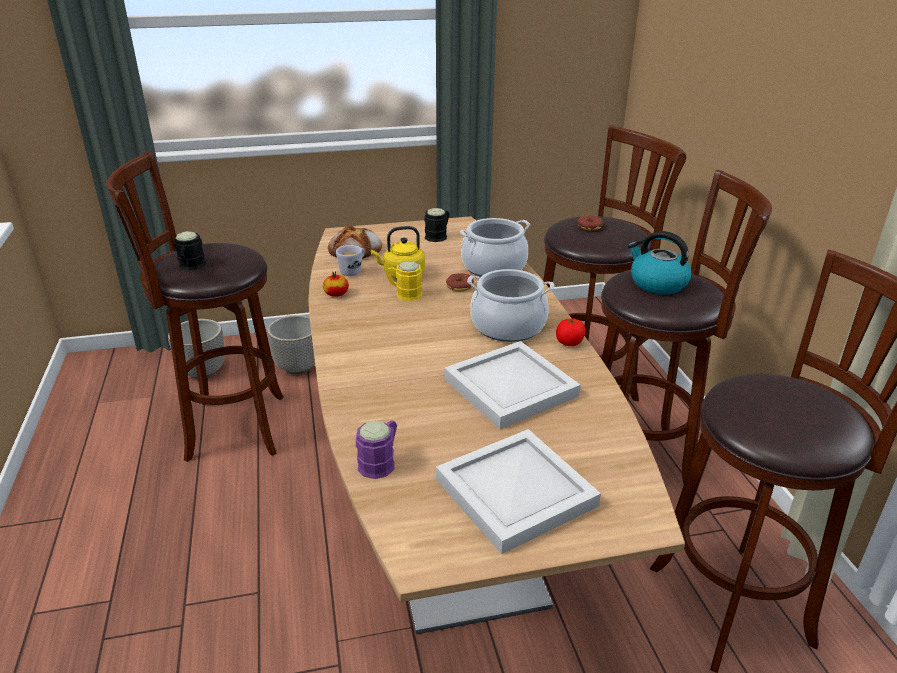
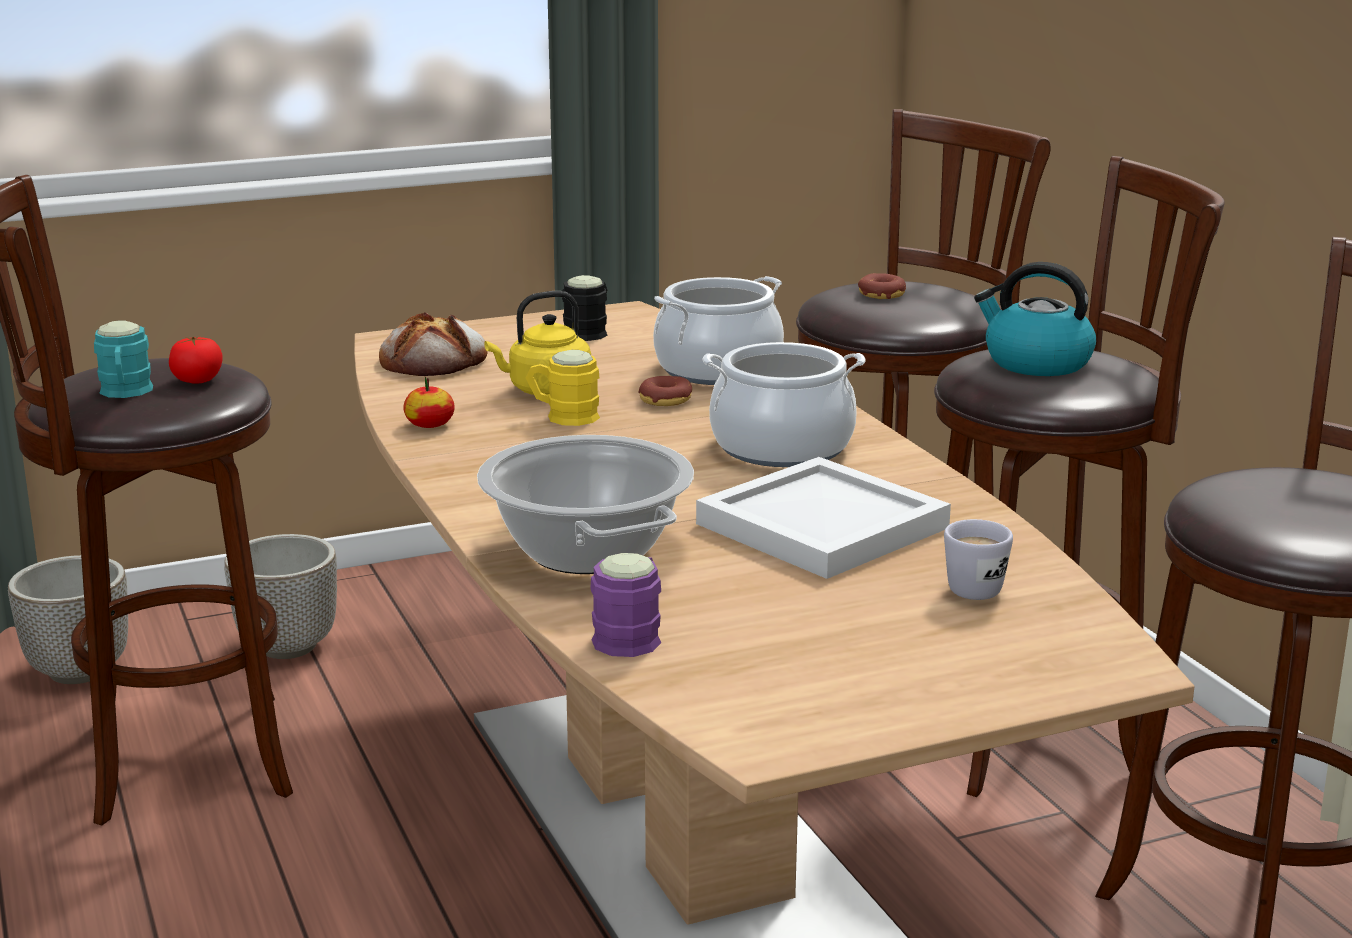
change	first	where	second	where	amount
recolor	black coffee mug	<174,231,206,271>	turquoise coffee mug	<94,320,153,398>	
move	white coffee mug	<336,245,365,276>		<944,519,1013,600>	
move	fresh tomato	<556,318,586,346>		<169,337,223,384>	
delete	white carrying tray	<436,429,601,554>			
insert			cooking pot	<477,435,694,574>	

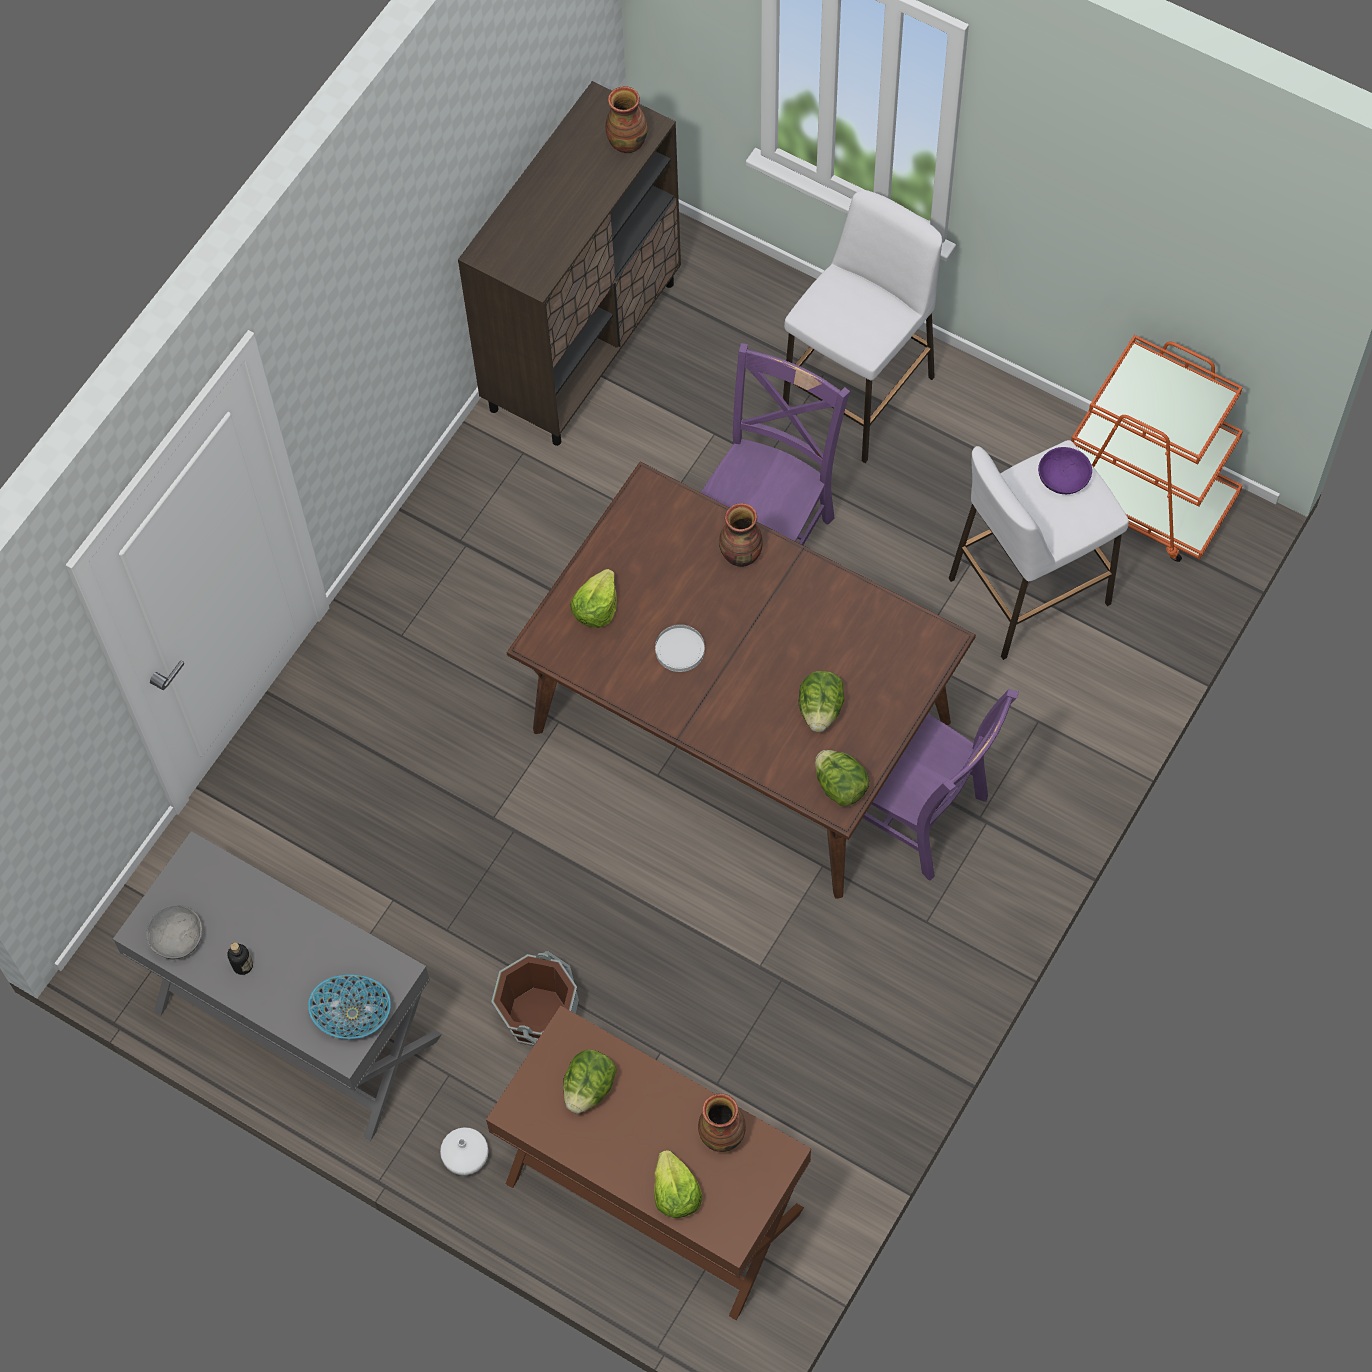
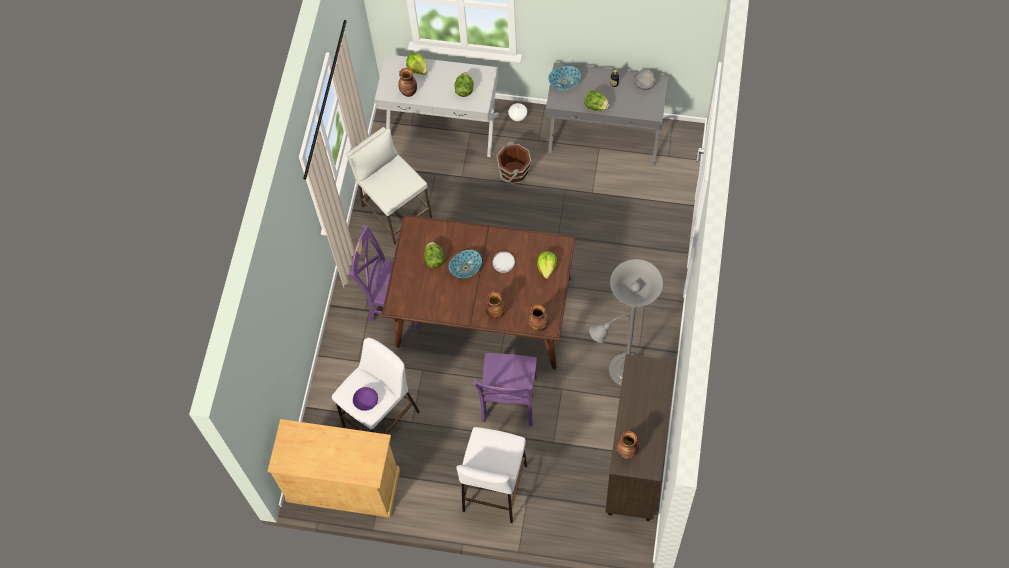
change	first	where	second	where	amount
replace	orange wheeled cart	<1071,335,1243,562>	sand-coloured cabinet	<268,419,400,518>	
move	lettuce head	<815,750,869,806>		<584,90,610,111>	
recolor	brownish hall table	<486,1005,811,1320>	white hall table	<374,54,499,157>	
insert			white stool	<346,127,432,245>	
insert			bowl	<449,250,482,278>	
insert			greyish floor lamp	<589,259,663,386>	
insert			decorative vase	<529,304,549,332>	

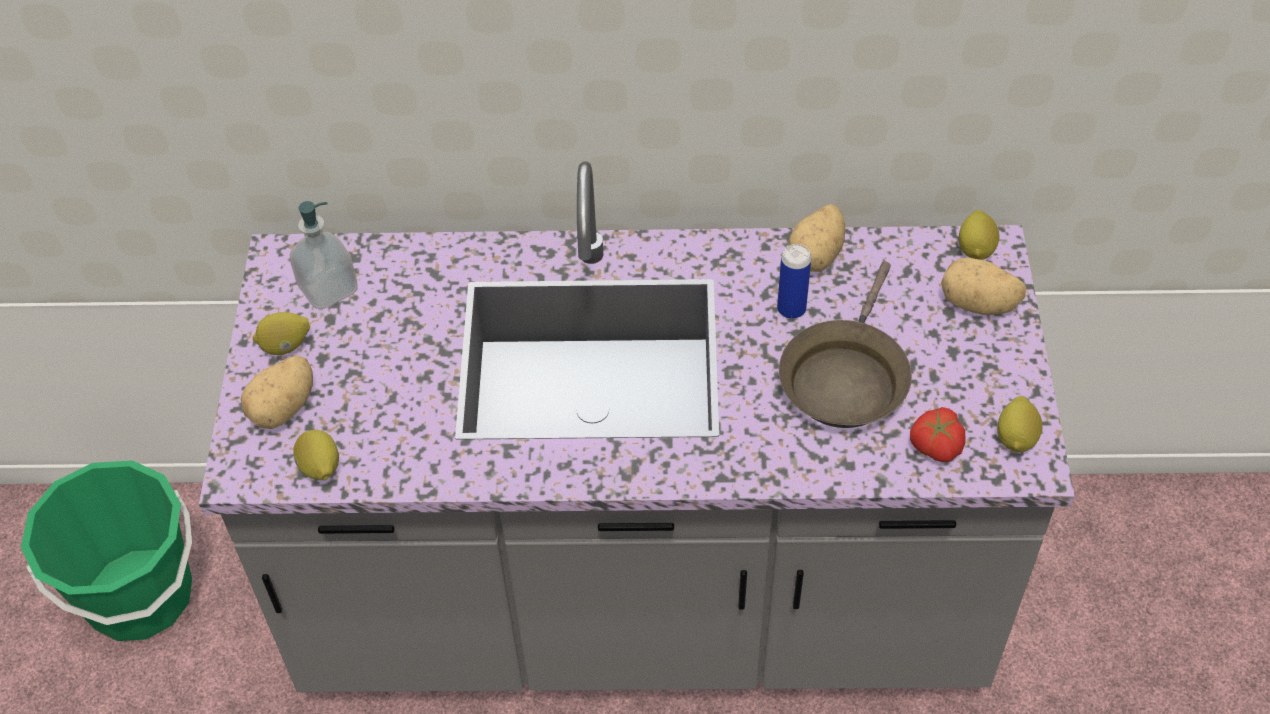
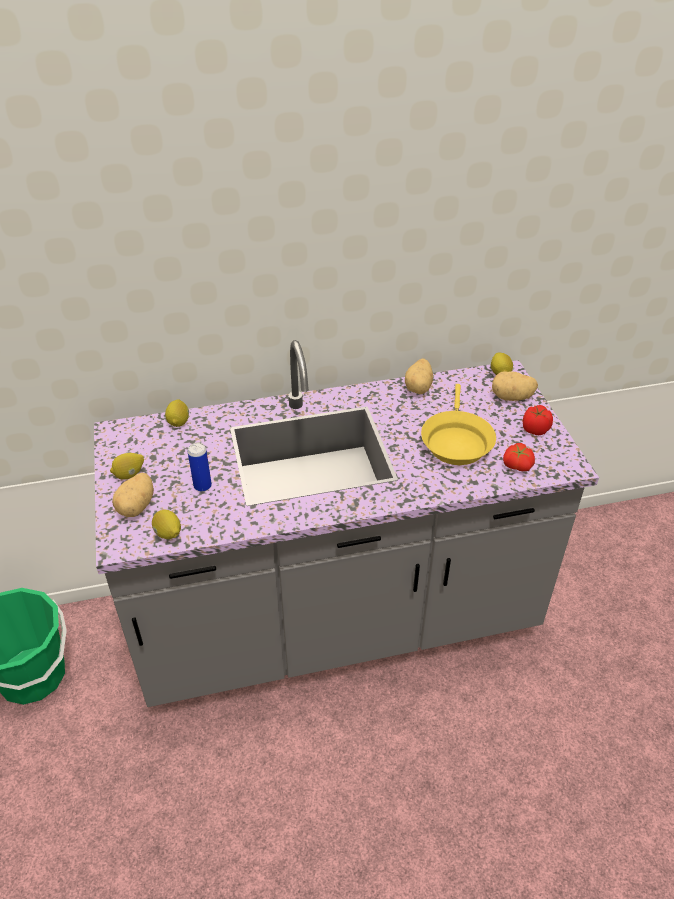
change	first	where	second	where	amount
delete	soap dispenser	<290,201,358,309>			
move	metal can	<777,244,811,319>		<188,442,212,492>	
recolor	brownish pan	<779,261,912,428>	yellow-coloured pan	<421,384,496,465>	
move	citrus fruit	<997,396,1042,452>		<165,399,189,427>	
insert			fresh tomato	<523,405,553,435>	

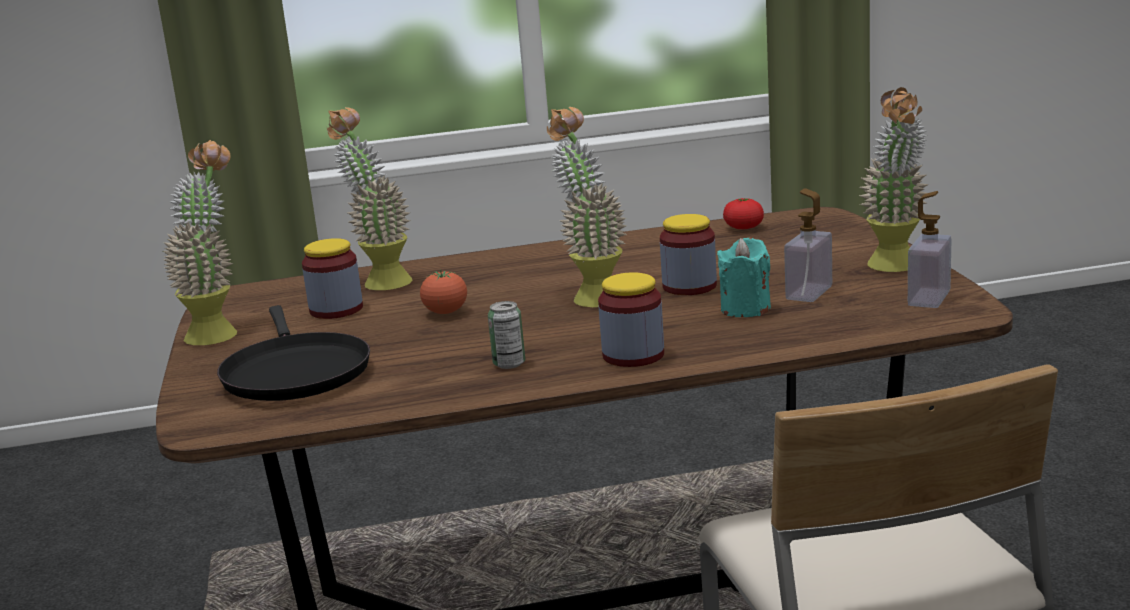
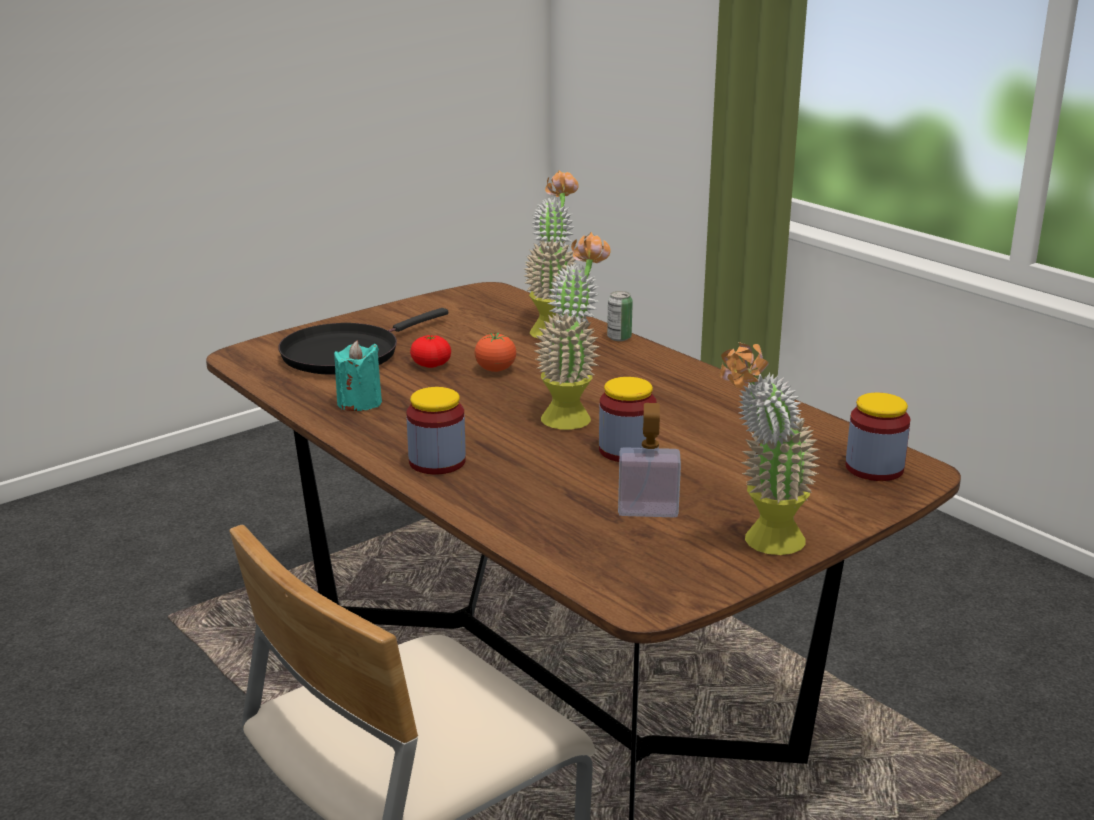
change	first	where	second	where	amount
delete	plant in a pot	<162,140,237,345>			
delete	soap dispenser	<908,191,951,308>			
move	fresh tomato	<723,197,764,229>		<410,335,451,368>	
move	turquoise candle	<717,237,771,317>		<334,341,382,411>	
move	jar	<302,238,363,319>		<846,393,911,481>	
move	metal can	<488,301,525,369>		<607,291,633,341>	

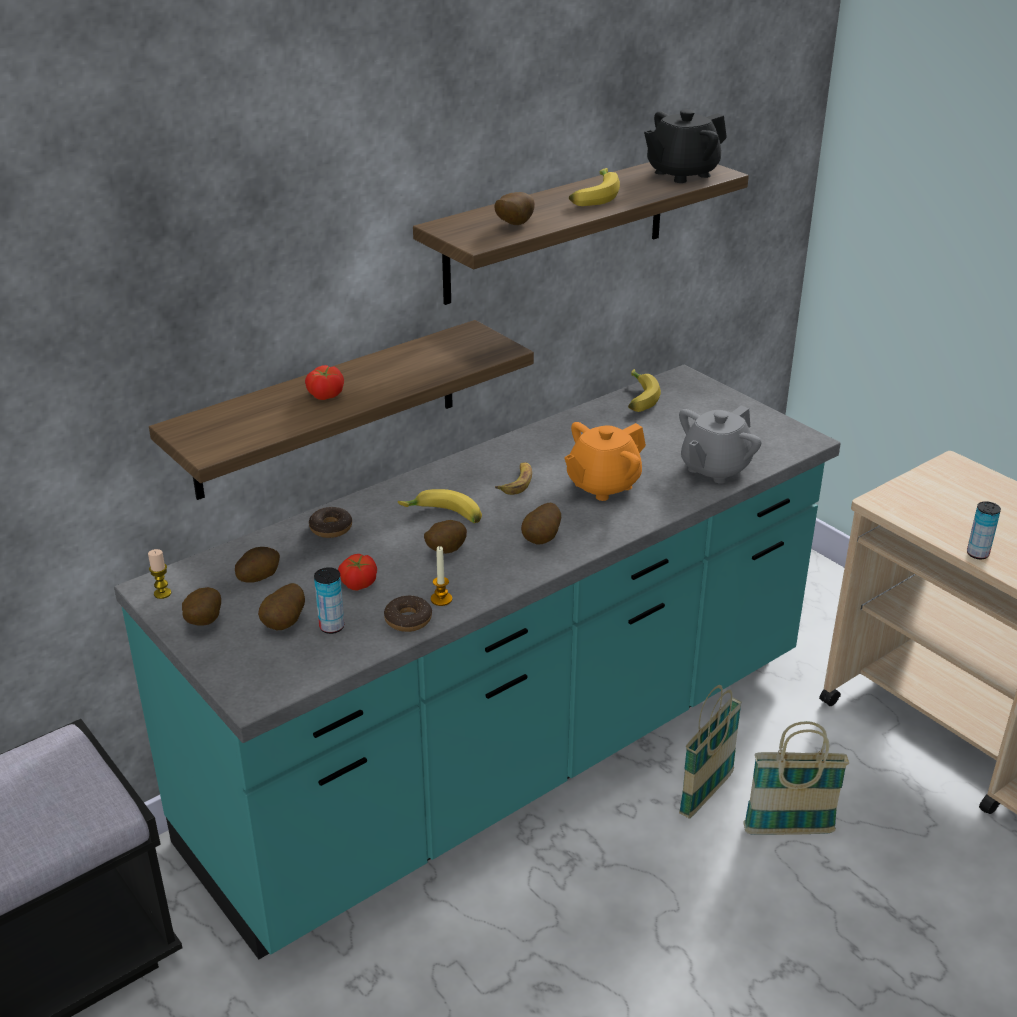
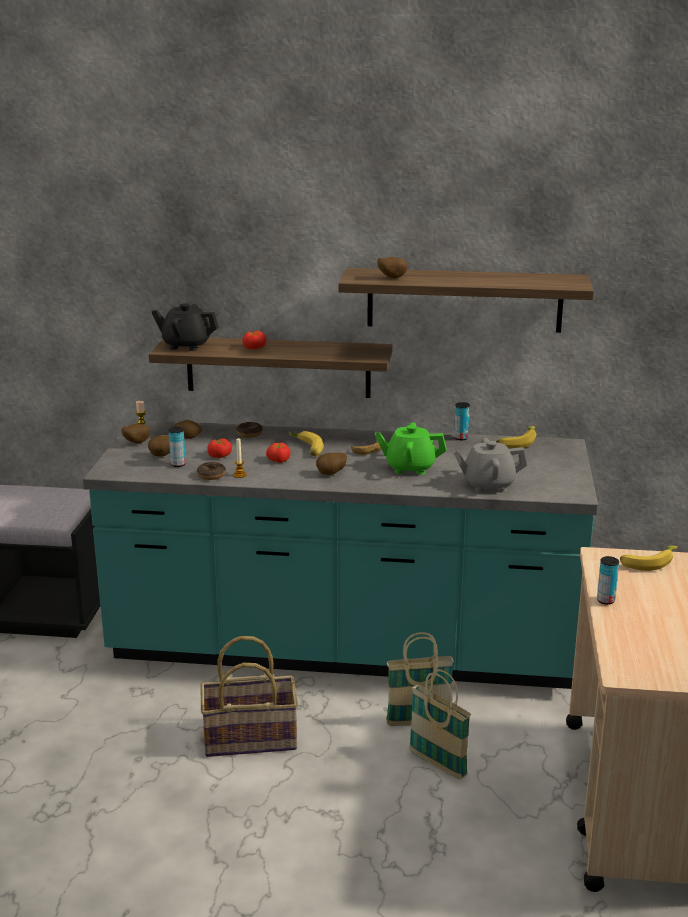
change	first	where	second	where	amount
move	black teapot	<644,109,727,183>		<151,303,219,351>	
move	banana	<569,168,620,206>		<620,546,677,571>	
recolor	orange teapot	<564,422,646,501>	green-coloured teapot	<375,422,447,475>	
replace	potato	<424,520,467,554>	fresh tomato	<266,442,291,463>	
insert			metal can	<454,402,470,440>	
insert			storage basket	<200,636,298,757>	

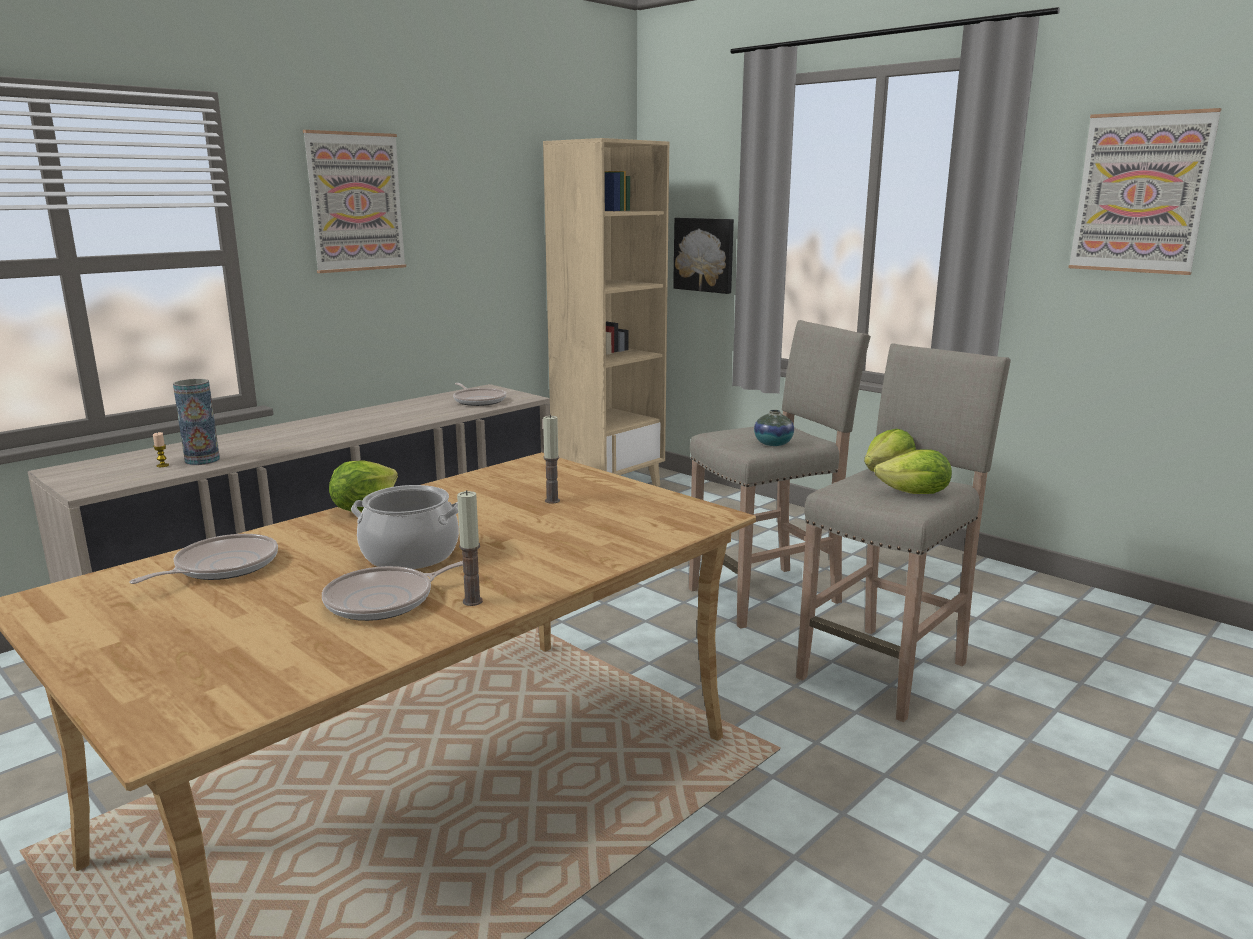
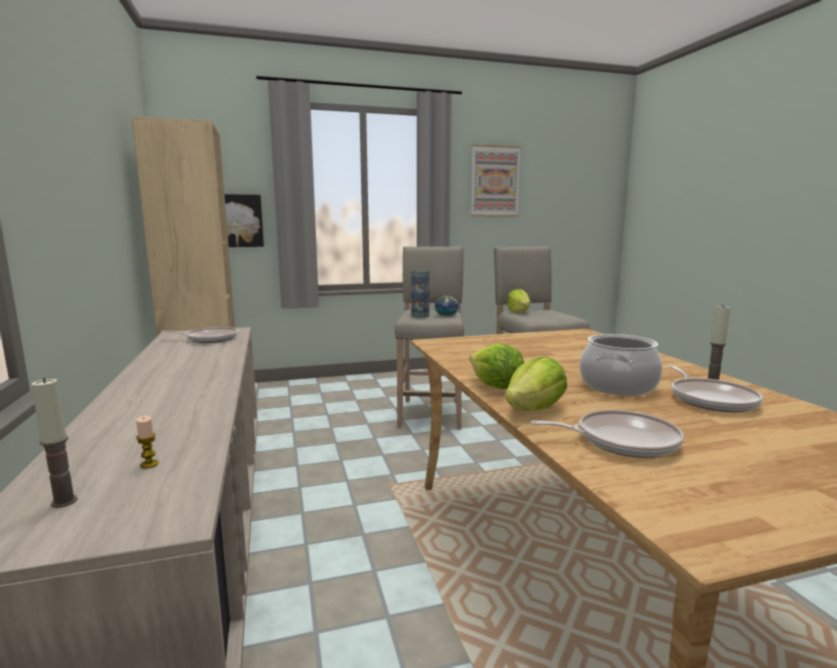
change	first	where	second	where	amount
delete	wall picture	<303,130,406,273>			
move	decorative vase	<173,379,220,465>		<411,270,430,318>	
move	candle	<543,415,560,504>		<31,378,78,508>	
move	lettuce head	<874,449,952,494>		<505,357,567,411>	
rotate	pan	<129,534,278,584>		<531,410,684,458>	120 degrees clockwise

